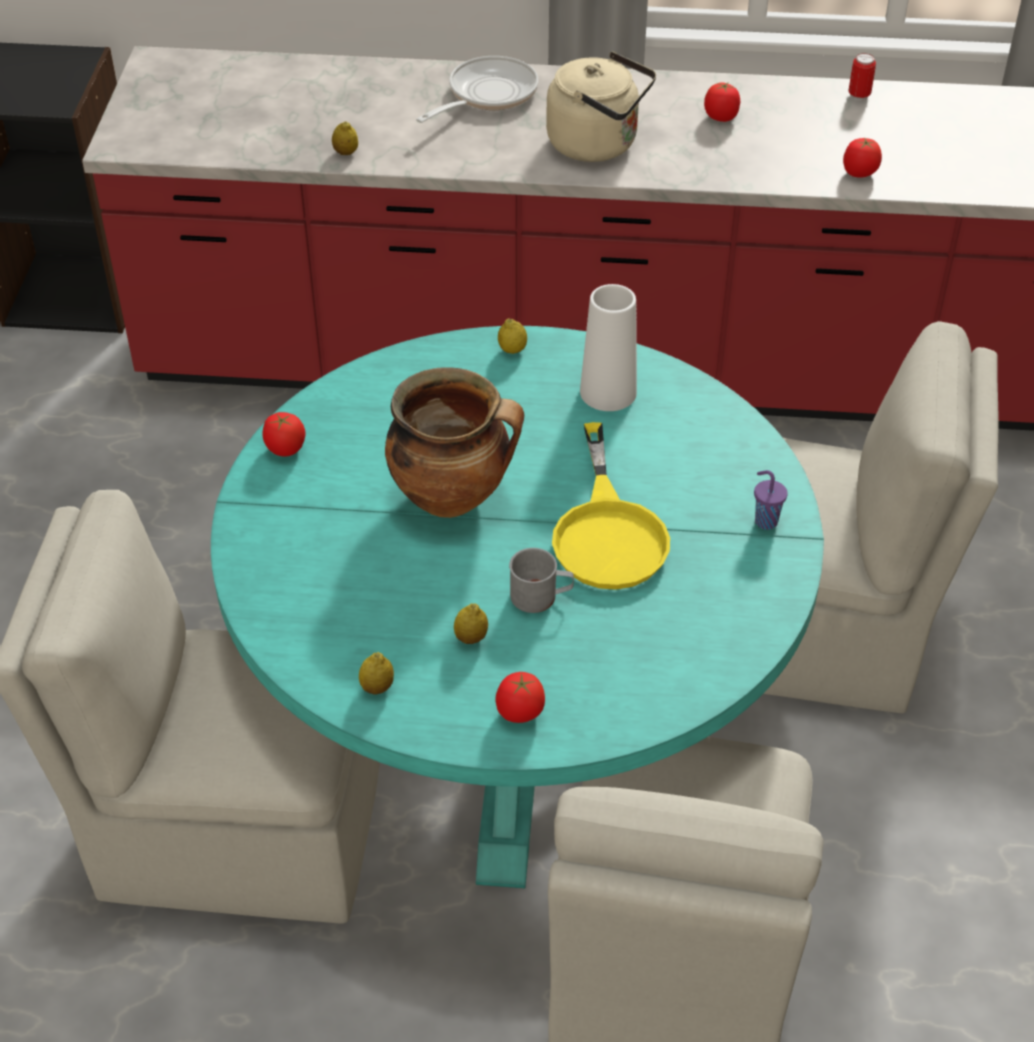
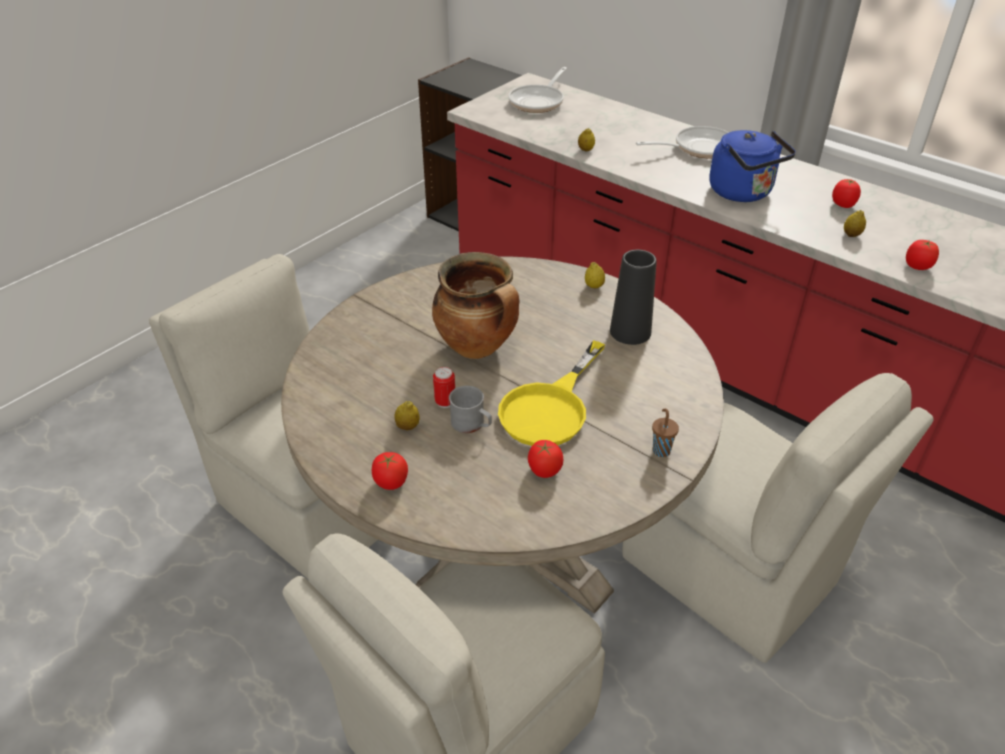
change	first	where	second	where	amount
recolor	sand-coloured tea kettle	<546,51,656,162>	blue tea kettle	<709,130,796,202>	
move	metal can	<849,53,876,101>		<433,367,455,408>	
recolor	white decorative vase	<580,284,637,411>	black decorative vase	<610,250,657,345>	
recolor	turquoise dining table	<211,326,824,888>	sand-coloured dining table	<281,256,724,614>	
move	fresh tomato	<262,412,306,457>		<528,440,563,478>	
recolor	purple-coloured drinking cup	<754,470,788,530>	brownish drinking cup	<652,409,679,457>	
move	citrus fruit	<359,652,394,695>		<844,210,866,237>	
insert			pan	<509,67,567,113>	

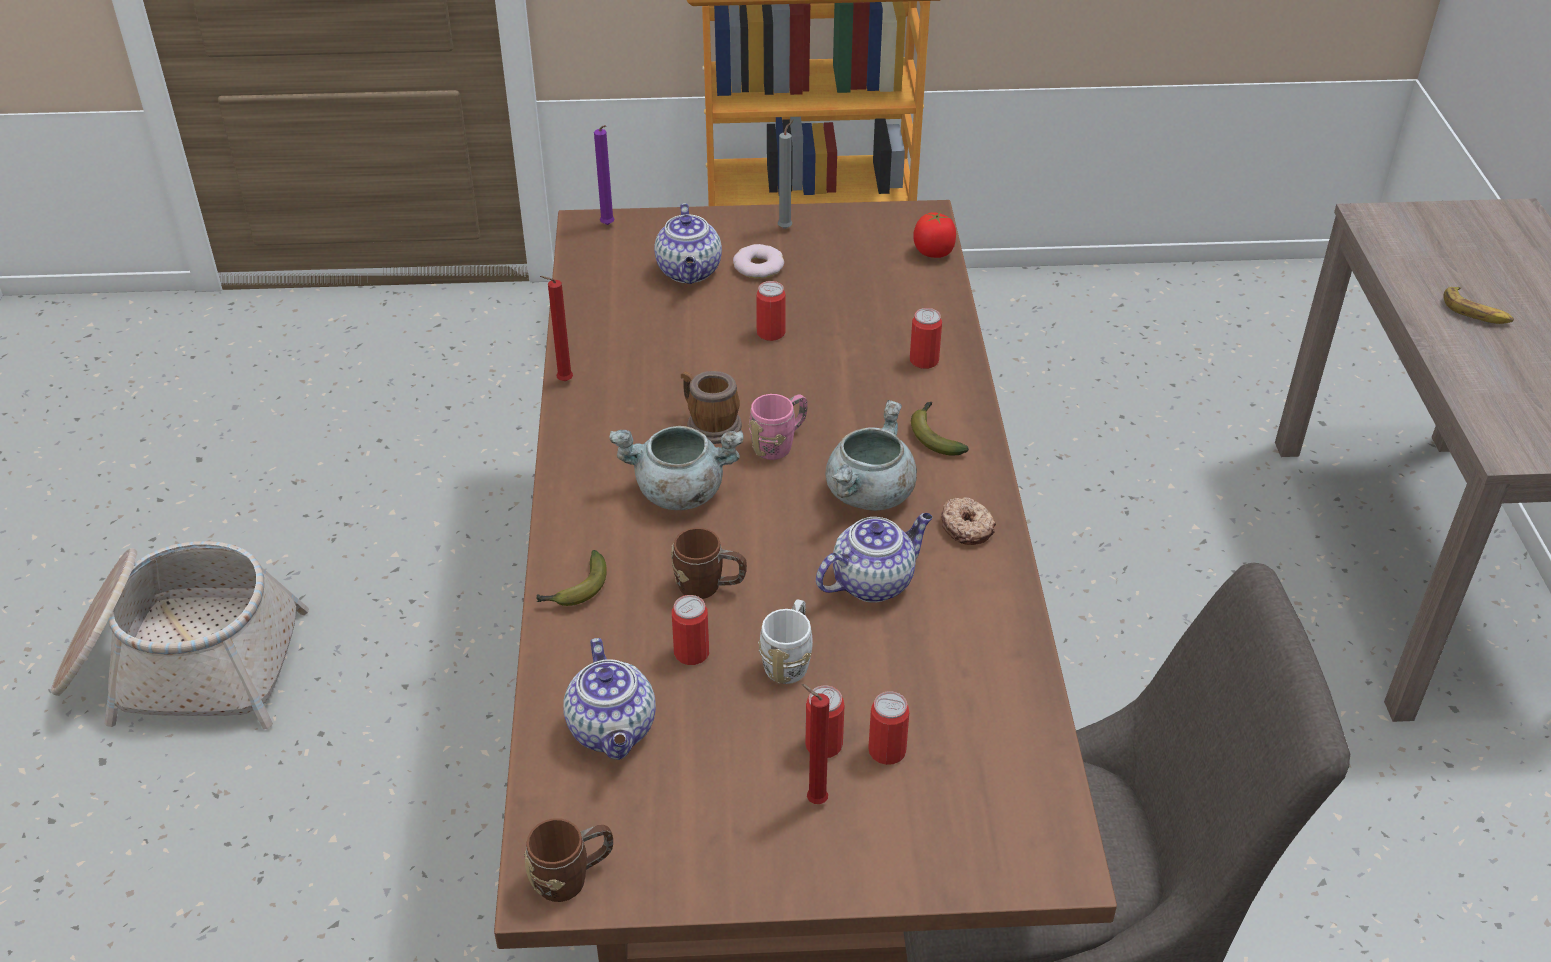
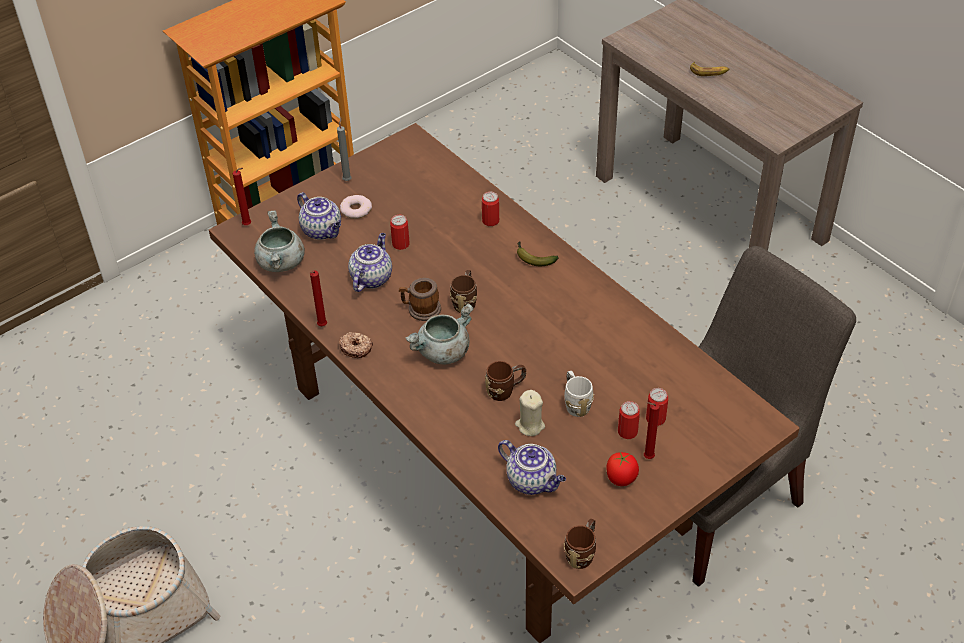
change	first	where	second	where	amount
recolor	purple-coloured candle	<594,125,615,225>	red candle	<233,168,251,225>	
move	fresh tomato	<913,211,956,258>		<607,452,639,486>	
recolor	pinkish coffee mug	<749,394,808,460>	brownish coffee mug	<450,270,477,313>	
move	greyish cooking pot	<825,400,917,511>		<254,210,305,272>	
move	doughnut	<941,497,996,545>		<339,332,373,358>	
move	teapot	<816,513,933,603>		<348,233,392,292>	
delete	banana	<536,550,607,606>			
replace	metal can	<672,595,709,665>	sand-coloured candle	<515,390,545,436>	

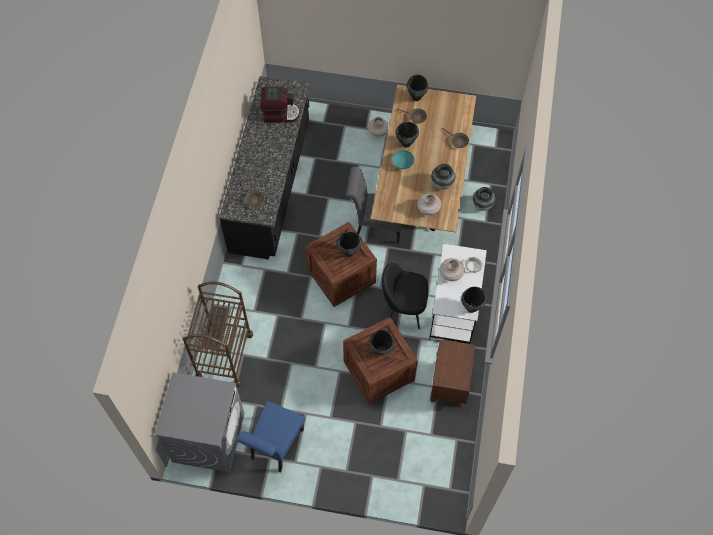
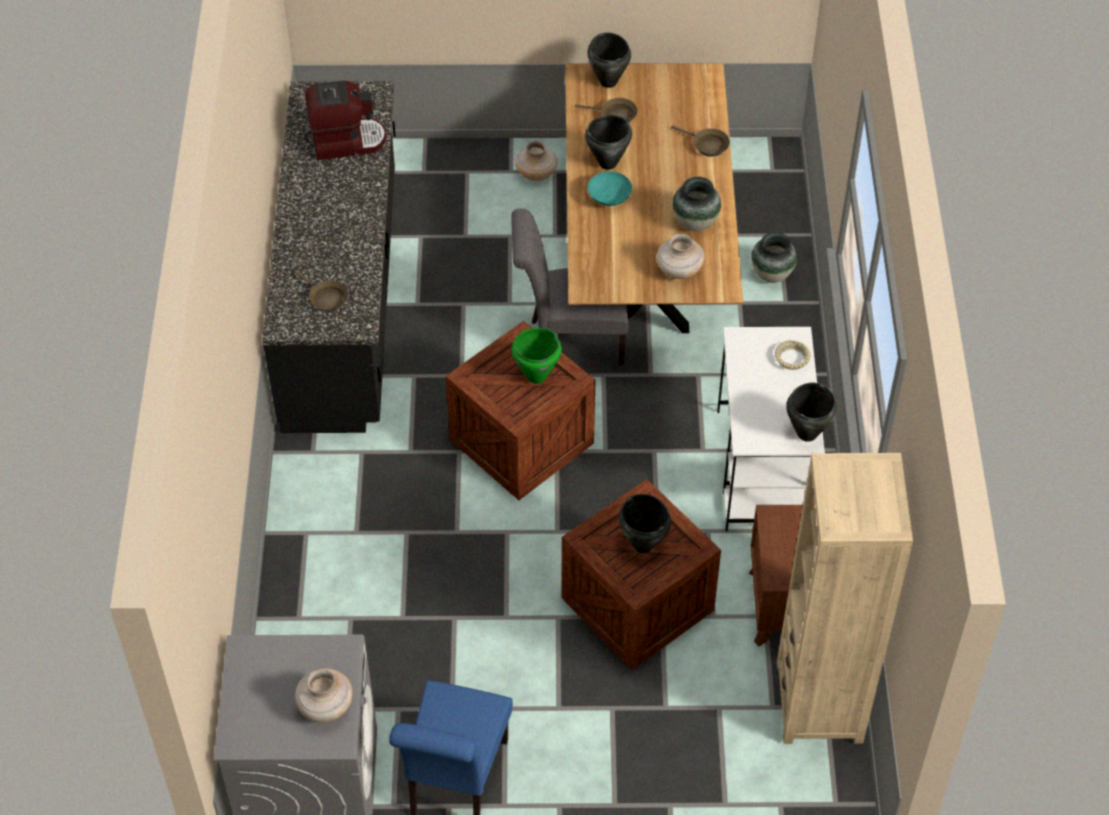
change	first	where	second	where	amount
recolor	black cooking pot	<337,231,362,257>	green-coloured cooking pot	<512,328,562,384>	
move	sand-coloured decorative vase	<440,258,465,281>		<295,668,353,722>	
delete	black plain chair	<382,263,429,329>			
delete	brownish wheeled cart	<183,281,253,387>			
insert			sand-coloured bookshelf	<777,453,913,744>	

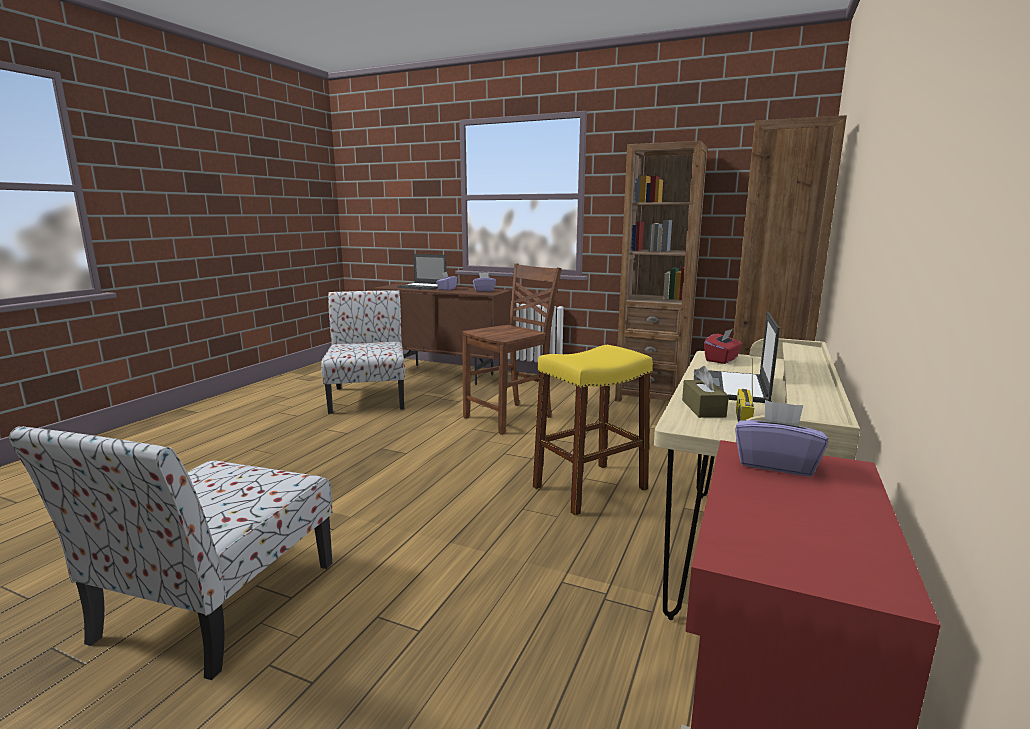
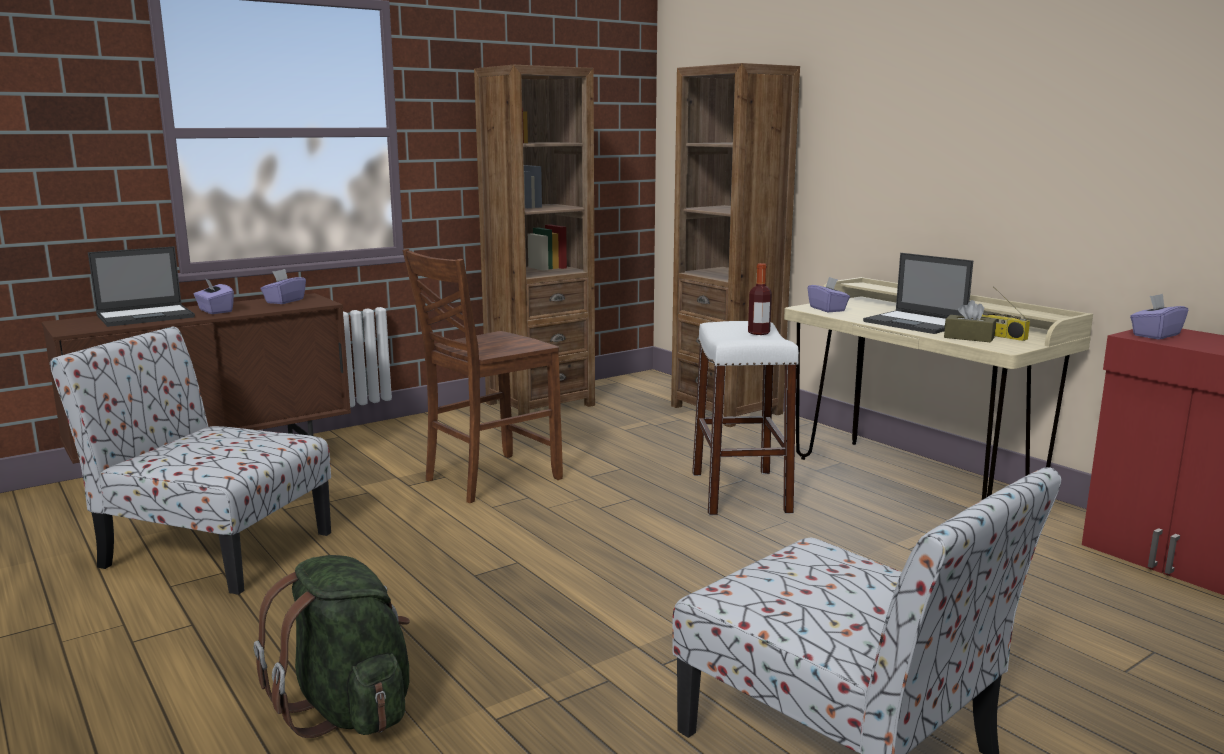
change	first	where	second	where	amount
rotate	brownish plain chair	<462,263,562,435>		<403,249,563,503>	120 degrees counterclockwise
recolor	red box of tissues	<704,329,743,364>	purple-coloured box of tissues	<808,277,850,312>	
recolor	yellow-coloured stool	<533,345,653,516>	white stool	<692,321,799,515>	
insert			beverage bottle	<748,263,772,335>	
insert			green-coloured rucksack	<254,555,410,738>	

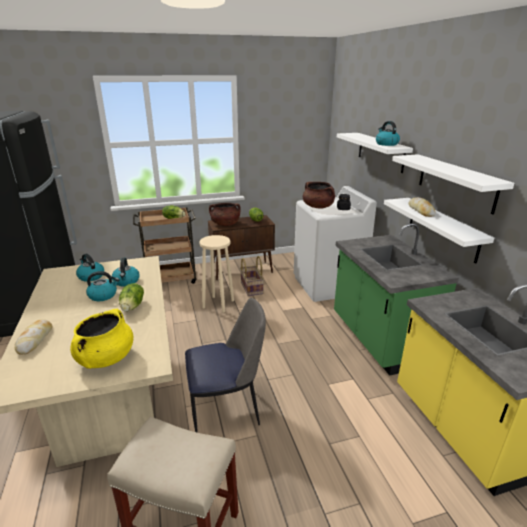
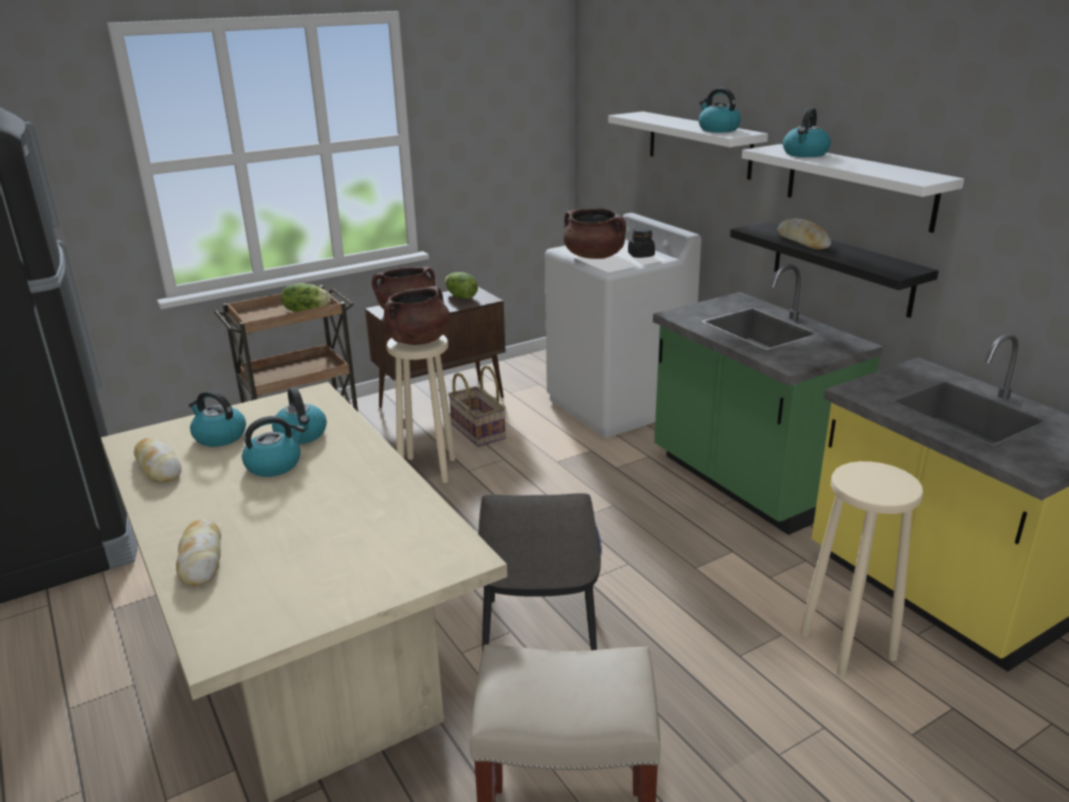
change	first	where	second	where	amount
recolor	white bracket shelf	<384,198,494,264>	black bracket shelf	<730,222,939,318>	
delete	lettuce head	<119,283,144,312>			
rotate	plain chair	<185,298,266,433>		<478,493,602,652>	120 degrees clockwise
delete	yellow-coloured cooking pot	<70,309,133,369>			
insert			tea kettle	<783,108,831,157>	
insert			brownish cooking pot	<382,286,450,345>	
insert			bakery bread	<134,437,181,482>	
insert			sand-coloured stool	<800,461,923,677>	

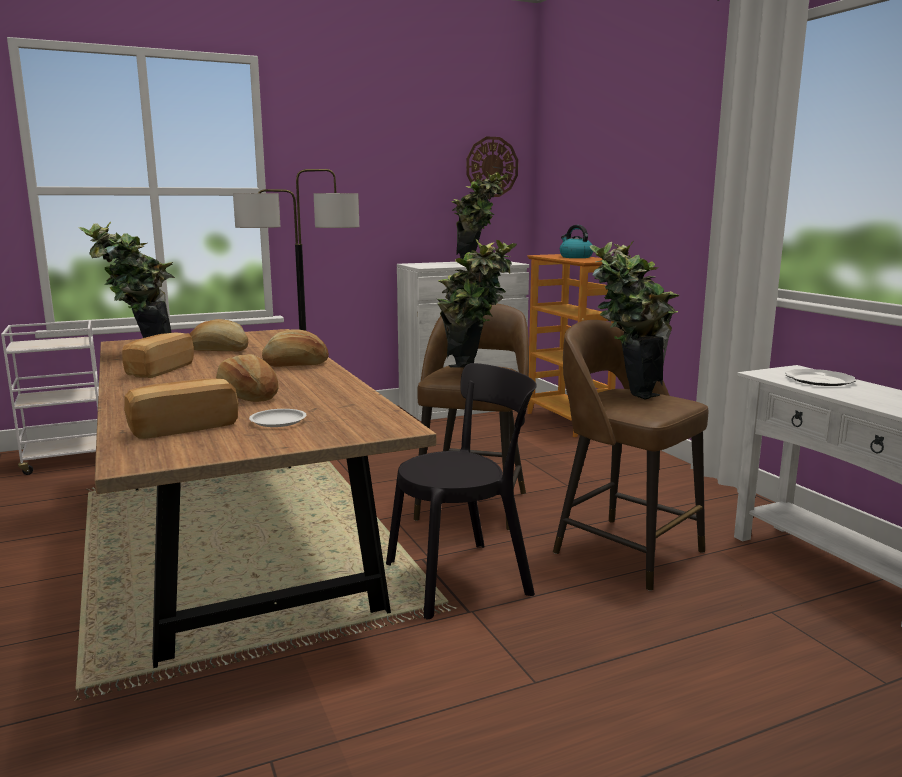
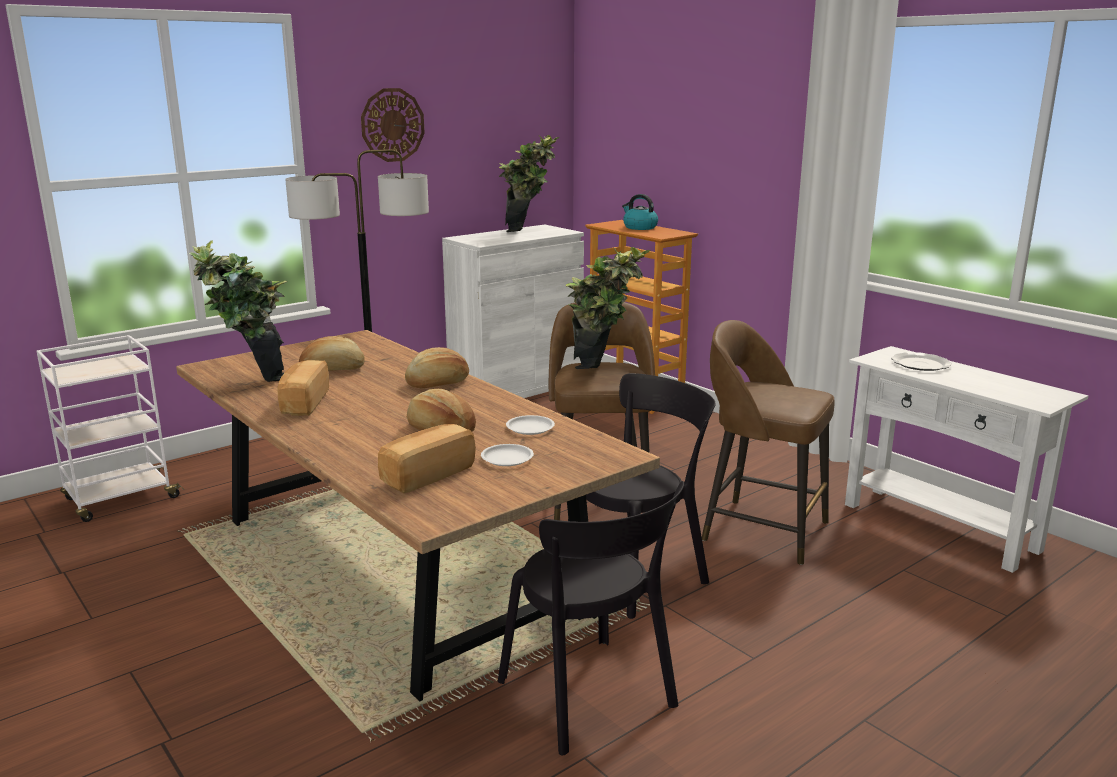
change	first	where	second	where	amount
move	hanging clock	<466,137,518,197>		<361,88,425,162>	
delete	plant in a pot	<590,241,680,400>			
insert			white plate	<506,415,555,435>	
insert			black plain chair	<498,481,684,755>	

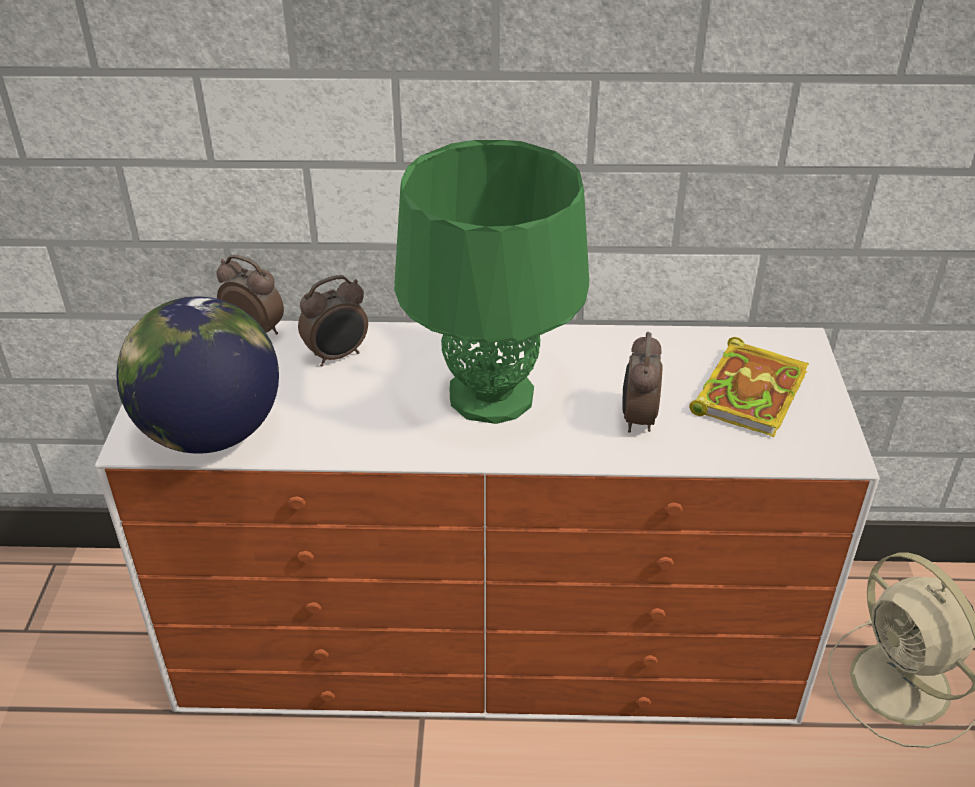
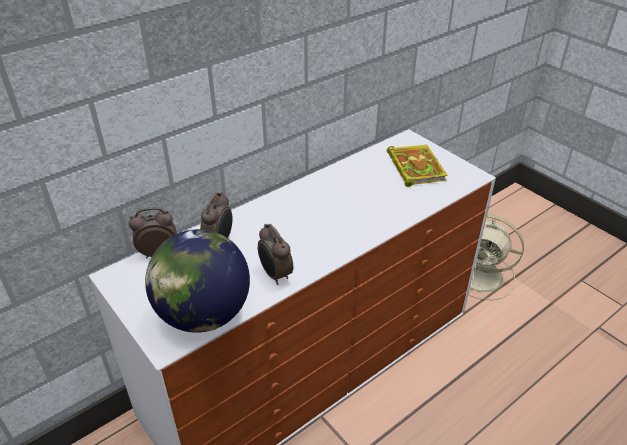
change	first	where	second	where	amount
delete	green-coloured tabletop lamp	<394,140,589,424>			
move	table clock	<623,332,662,433>		<258,224,293,285>	

